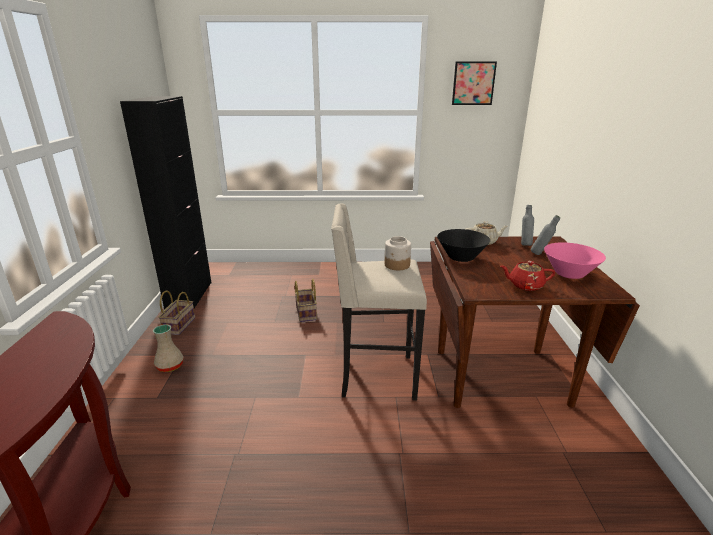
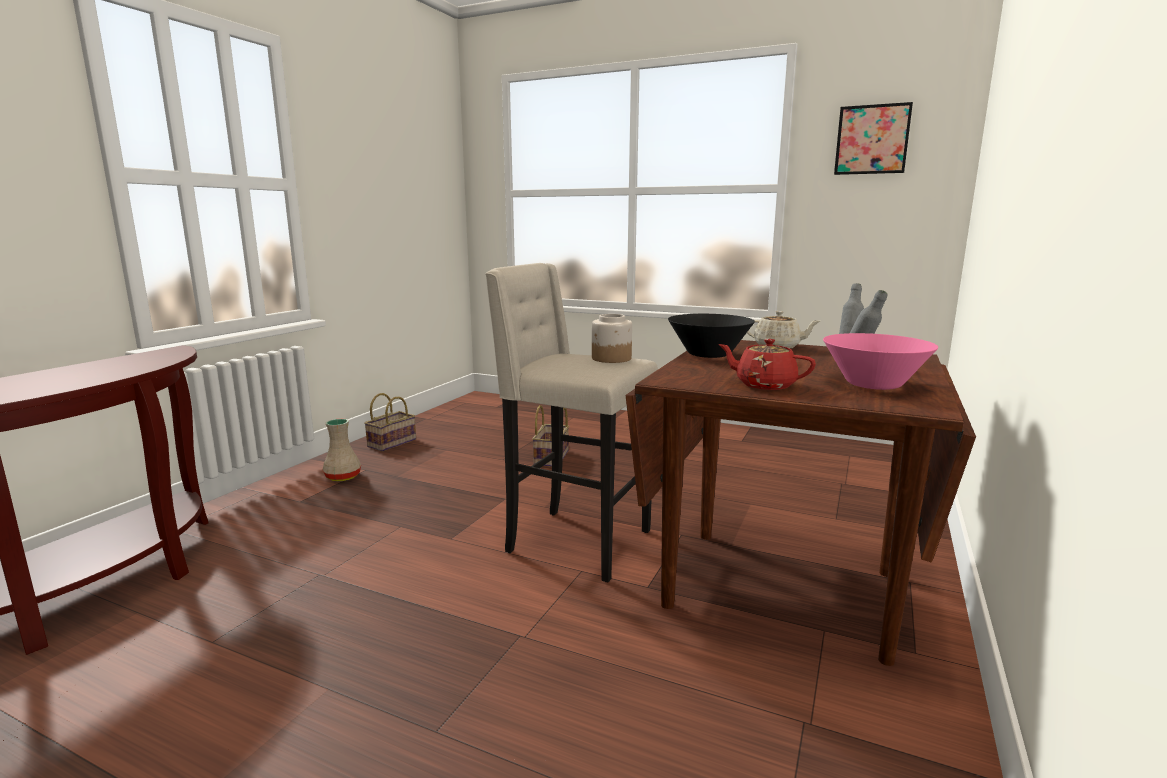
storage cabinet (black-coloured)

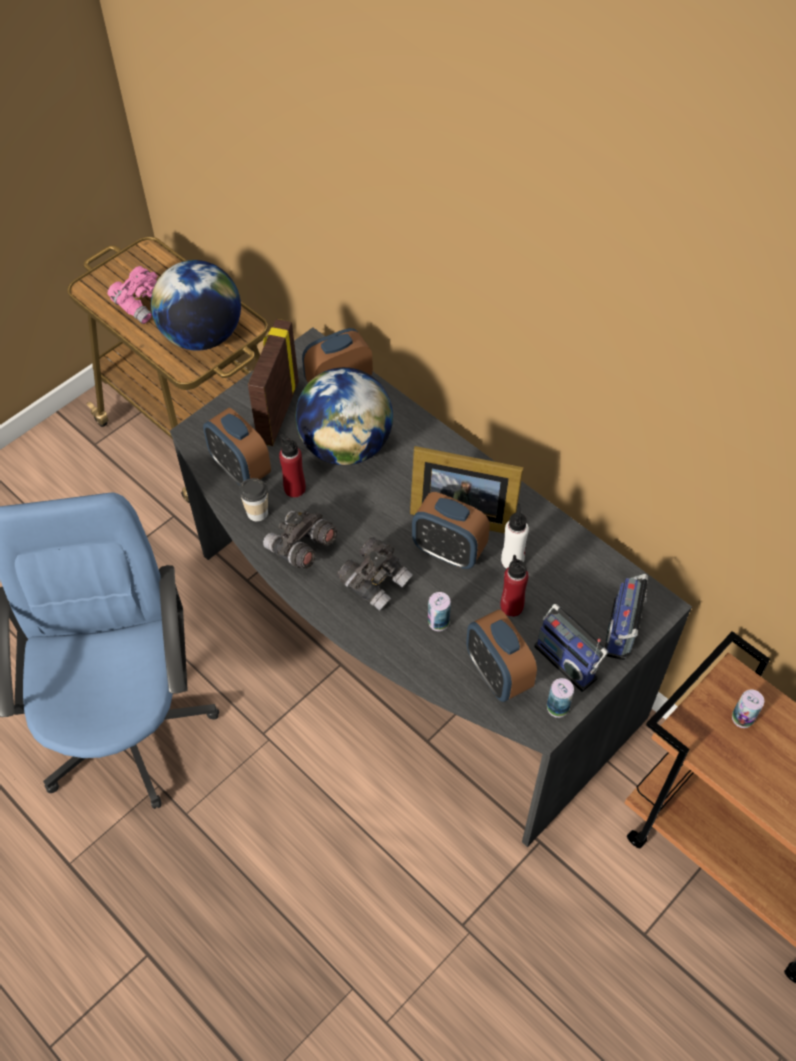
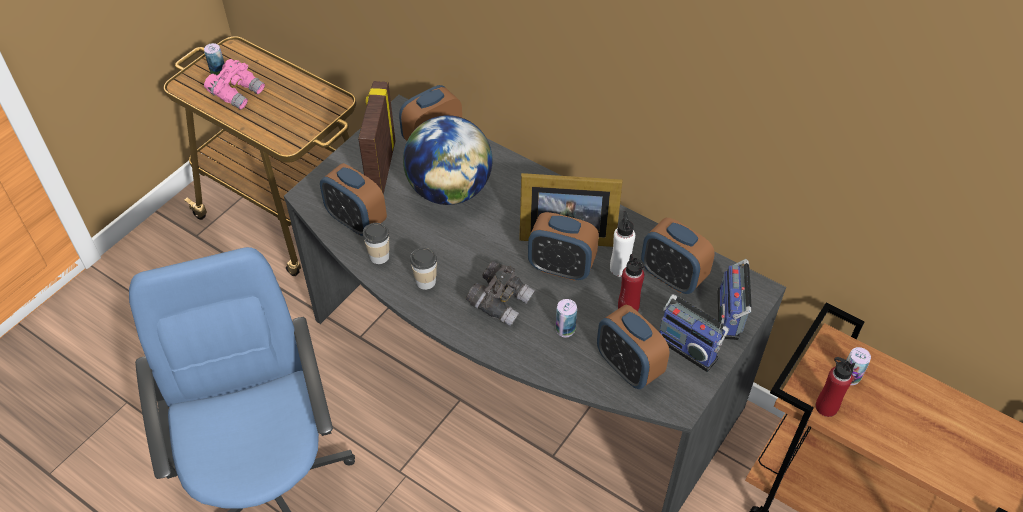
metal can (no. 1 from left); small cup (no. 2 from left); table clock (no. 5 from left); beverage bottle (reddish) (no. 2 from left); globe (no. 1 from left in the first image)

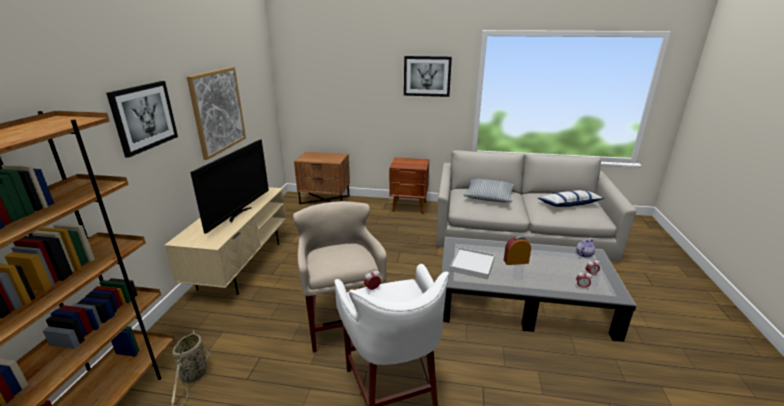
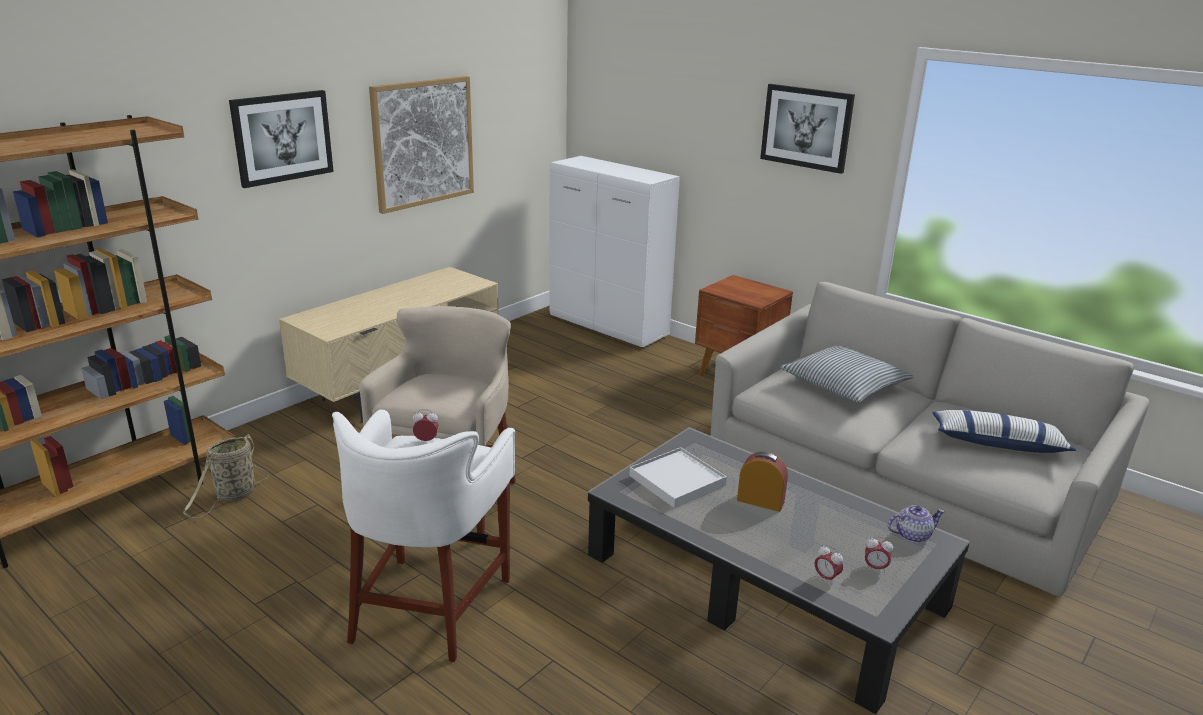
storage cabinet (whitish); TV set

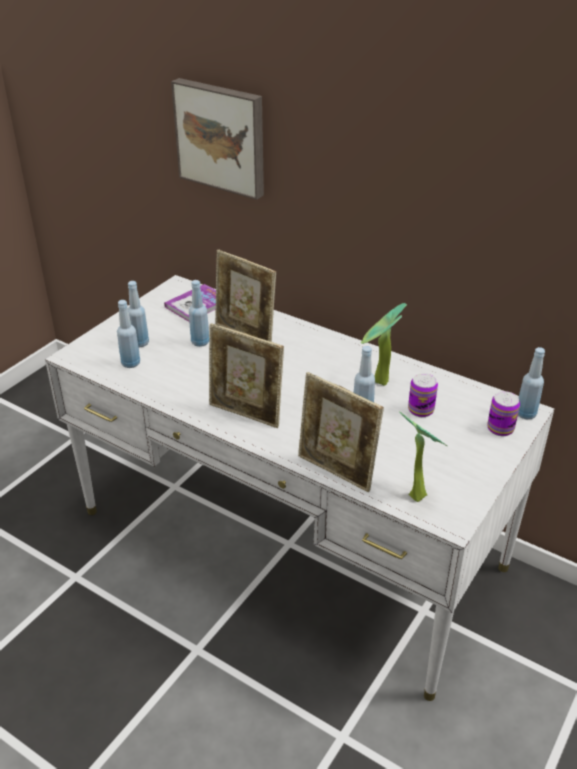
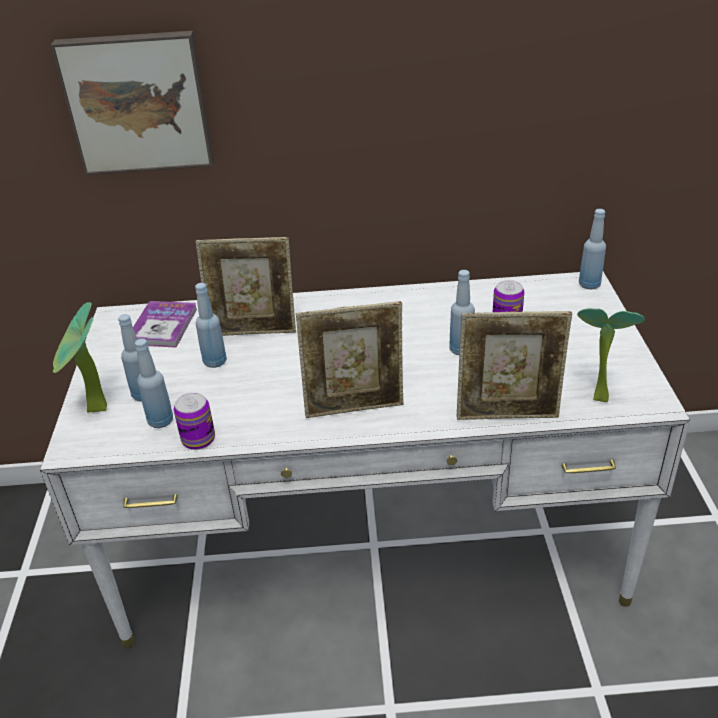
potted plant (no. 1 from left); metal can (no. 1 from left)

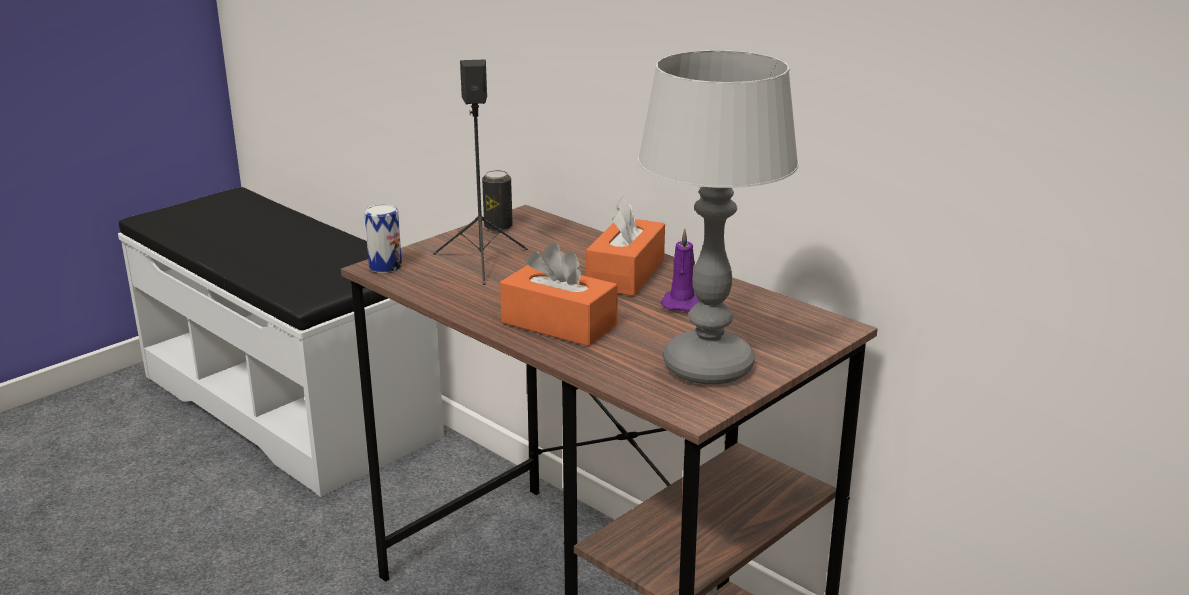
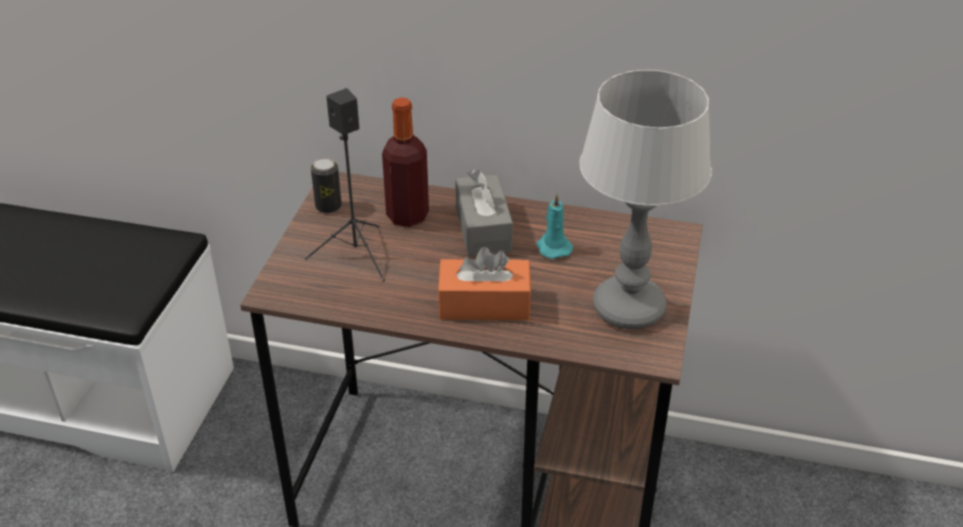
beverage bottle; tissue holder (grey); wax light (turquoise-coloured); metal can (no. 1 from left in the first image)

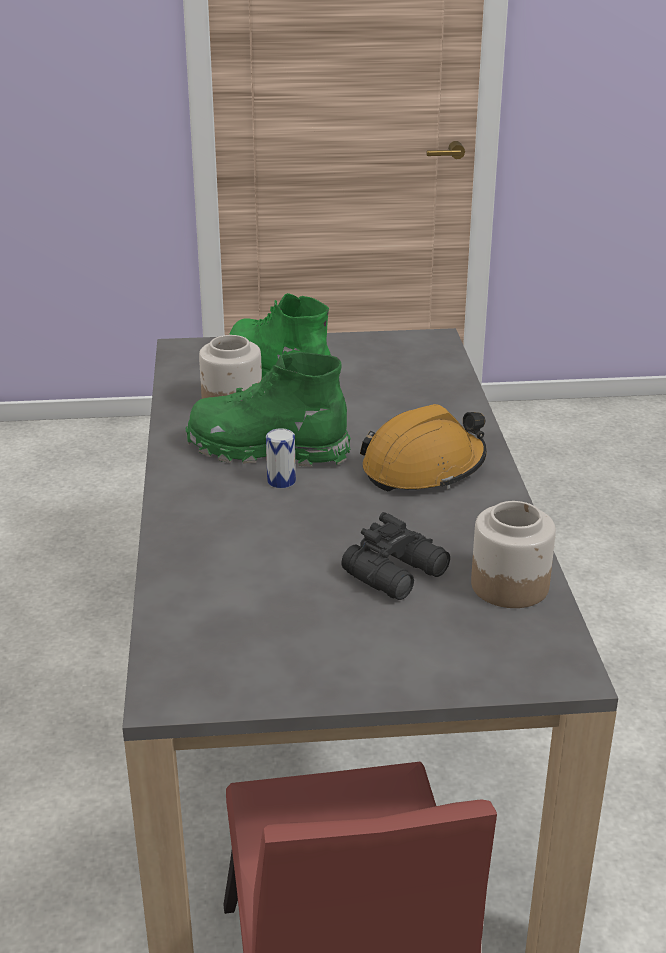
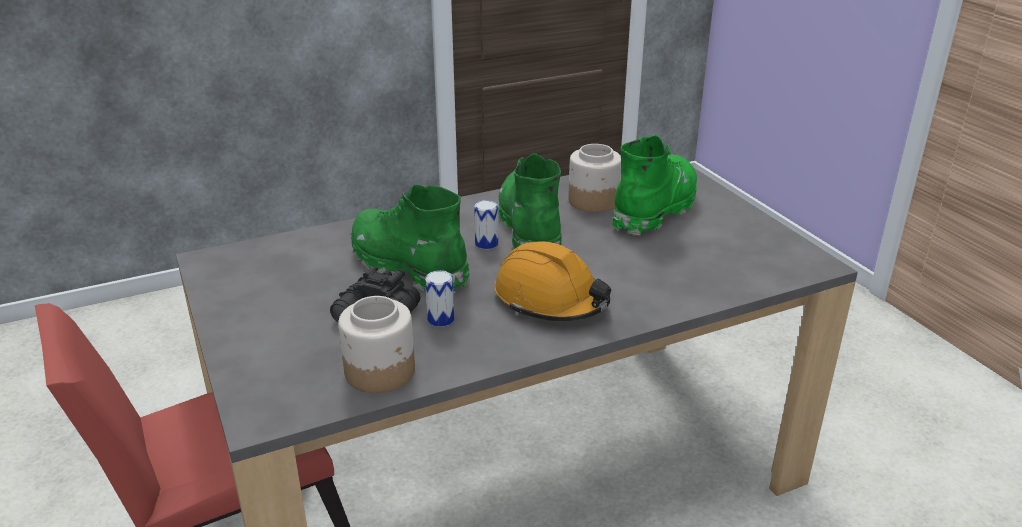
high-top boot (green-coloured) (no. 1 from left); metal can (no. 1 from left)

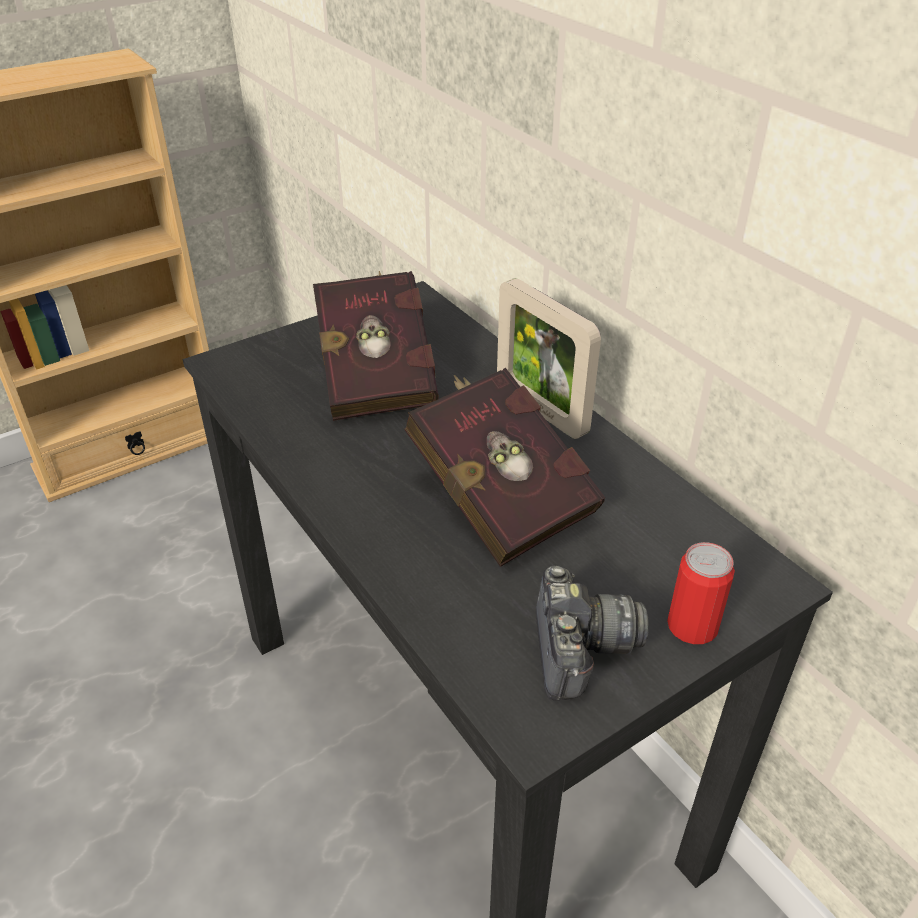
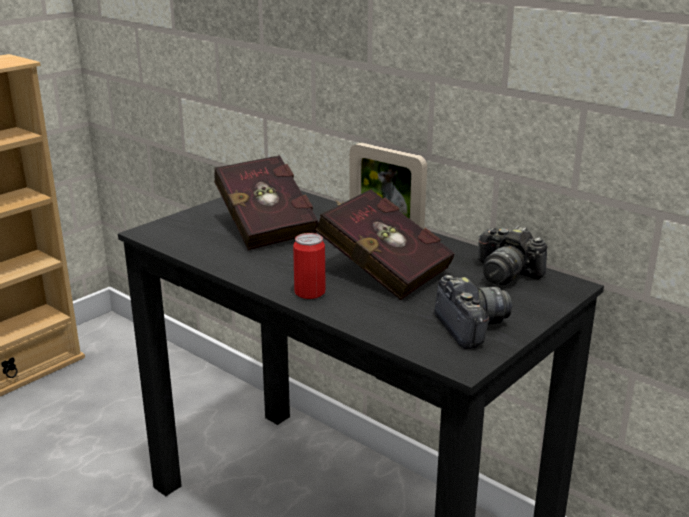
metal can; photo camera (no. 2 from left)

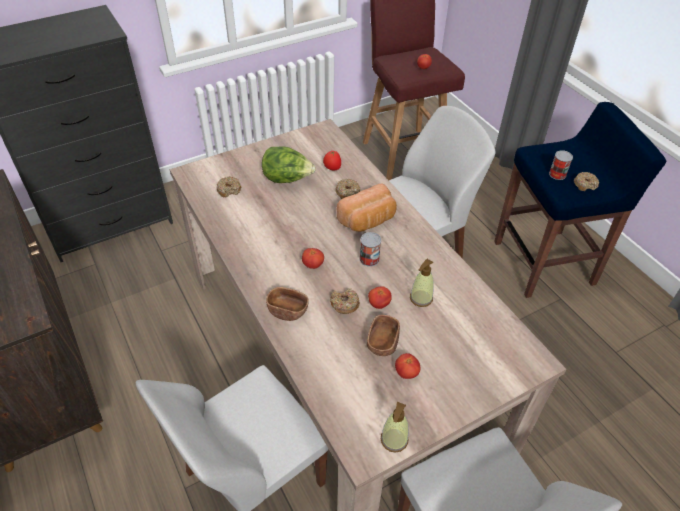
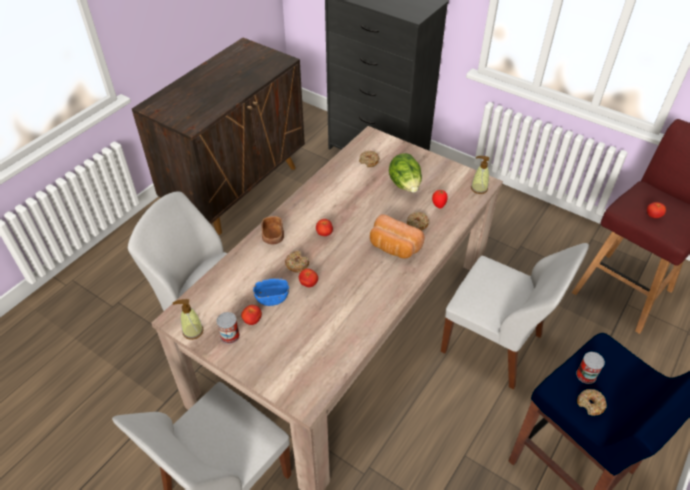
metal can (no. 1 from left); deep dish (bluish); liquid soap bottle (no. 2 from left)

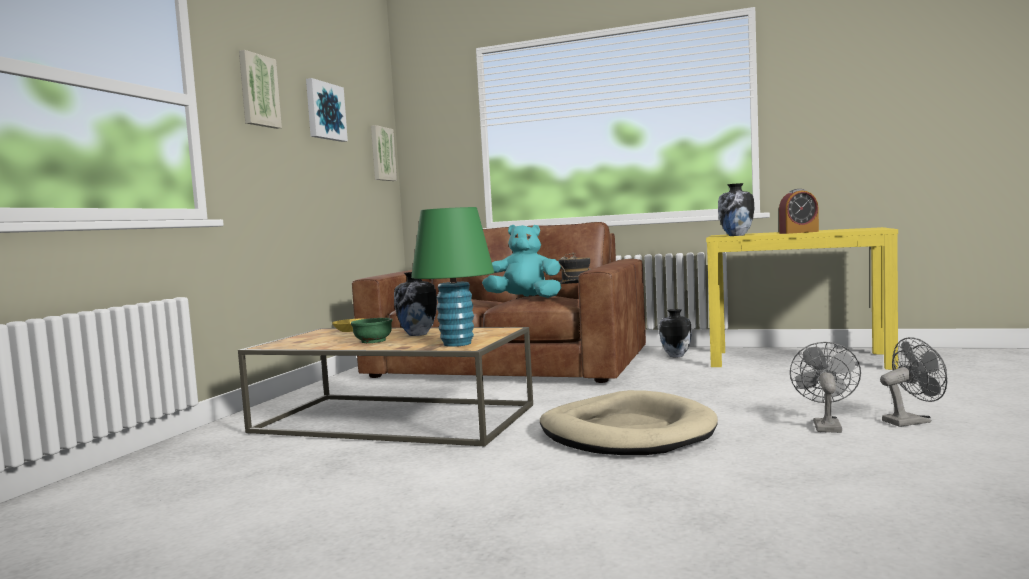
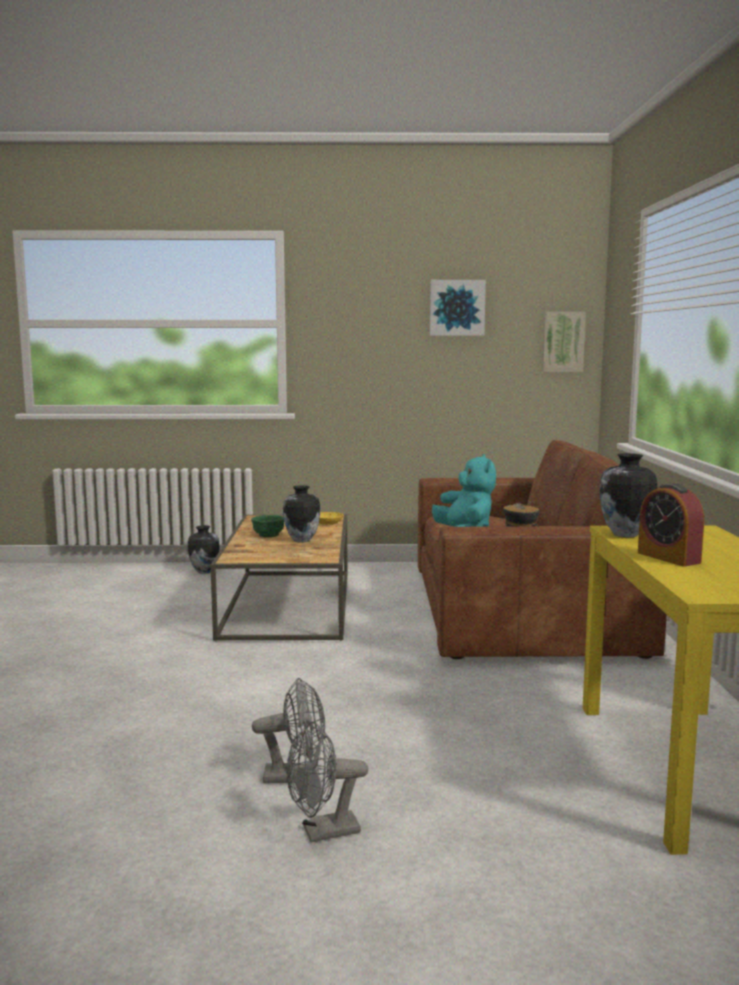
flower vase (no. 1 from left); fan (grey) (no. 2 from left); picture (no. 1 from left in the first image); table lamp (green-coloured); dog bed (beige)

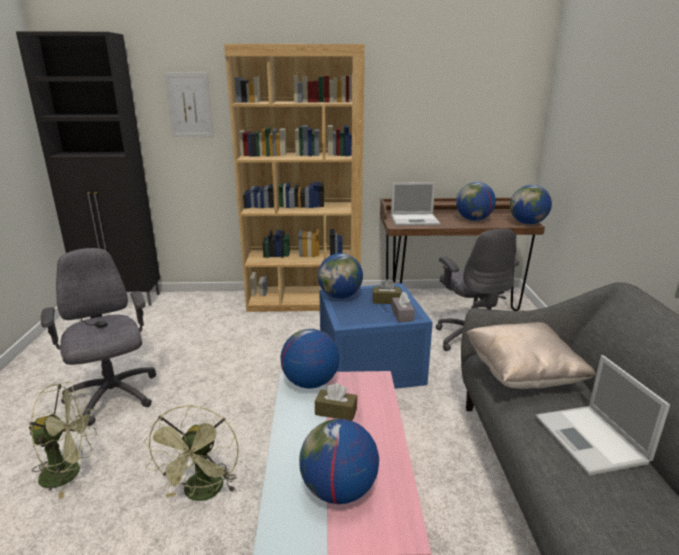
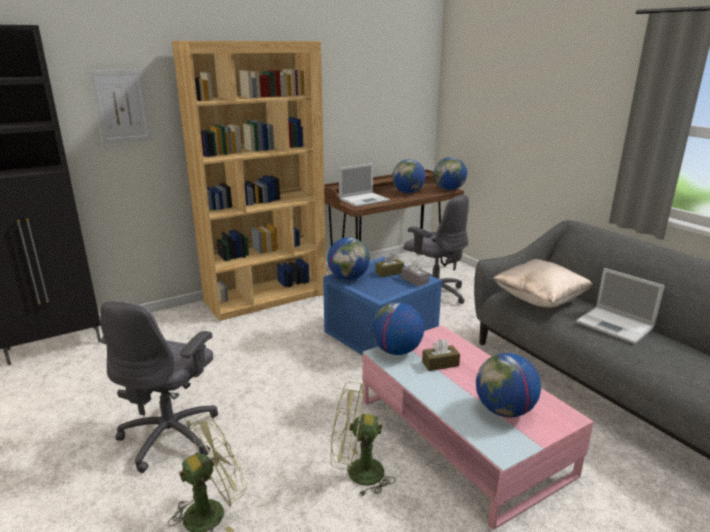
computer chair (grey) (no. 1 from left); fan (green-coloured) (no. 2 from left)

